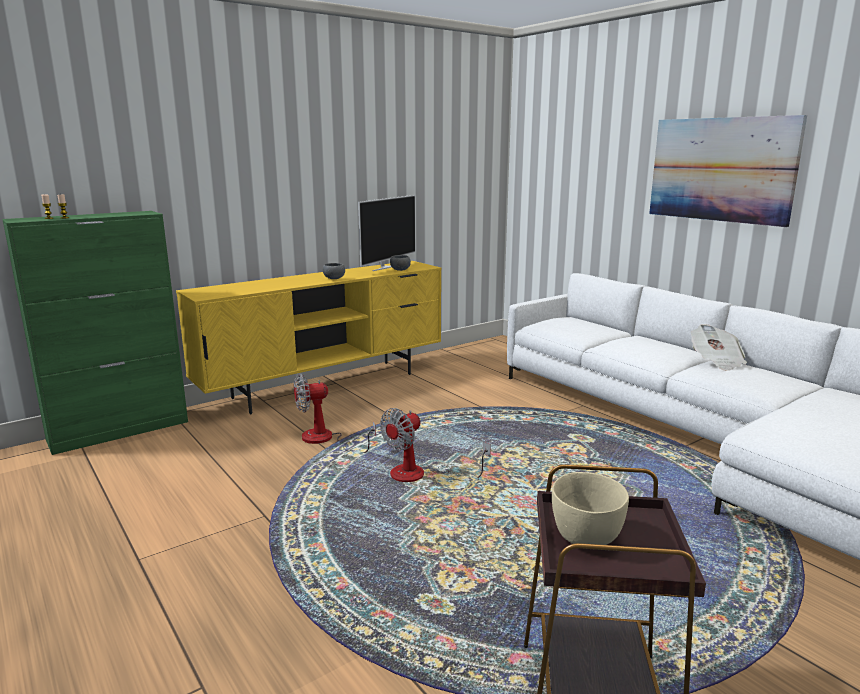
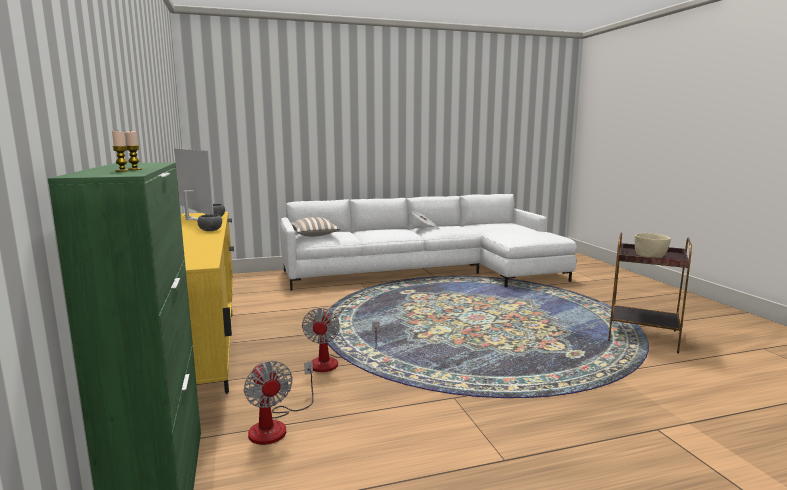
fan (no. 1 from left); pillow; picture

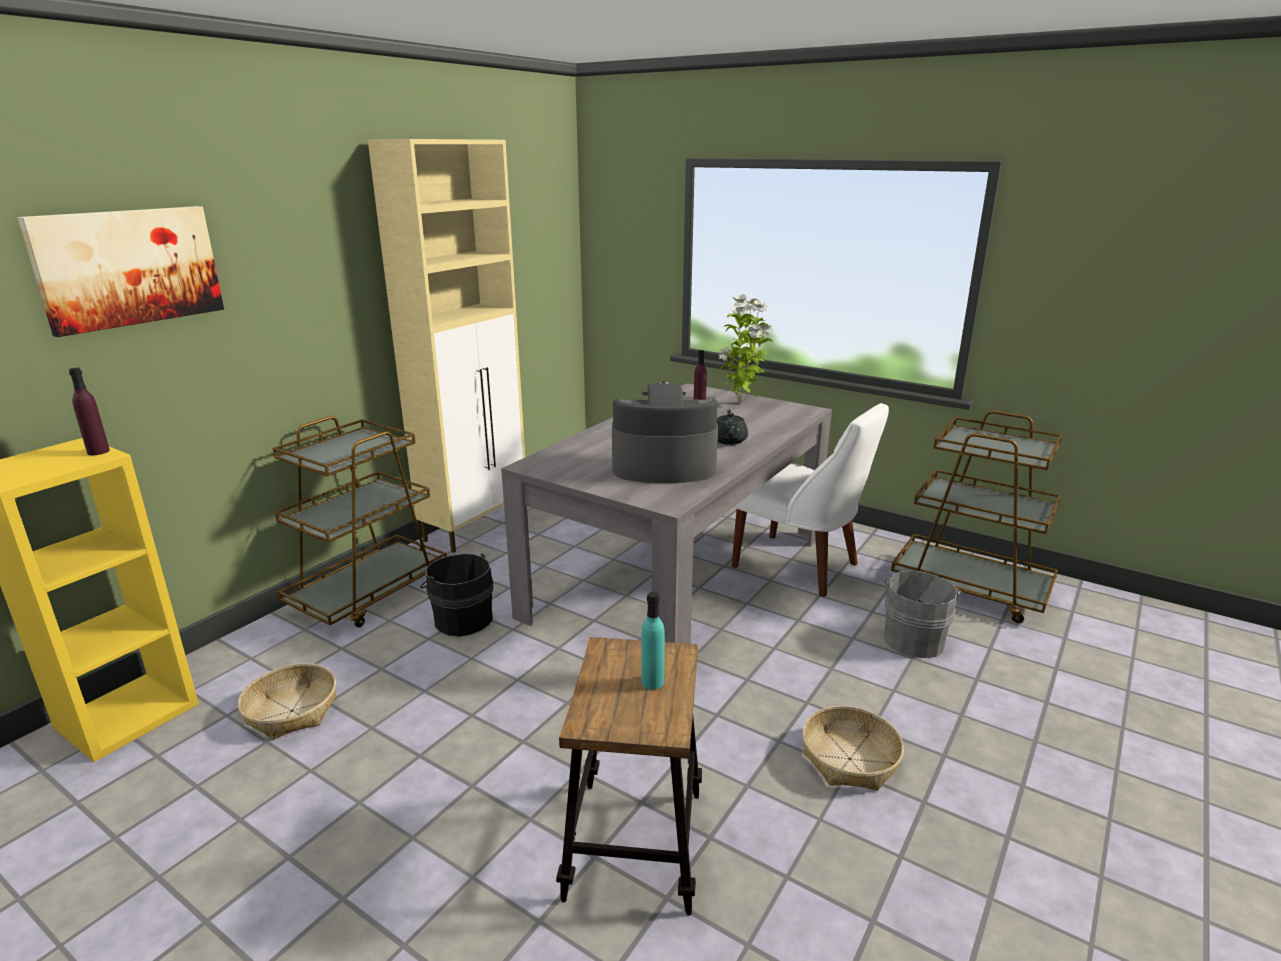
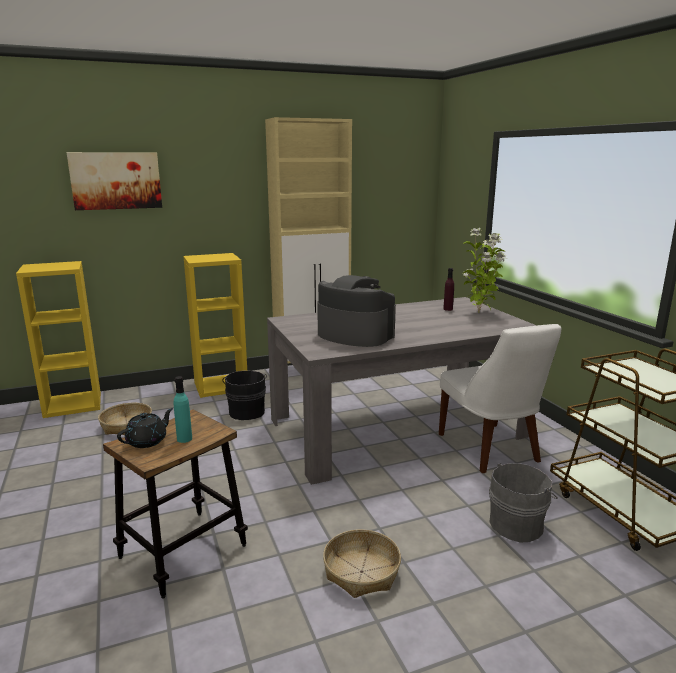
teapot (black-coloured); shelving unit (yellow-coloured) (no. 2 from left); beverage bottle (purple-coloured) (no. 1 from left in the first image)

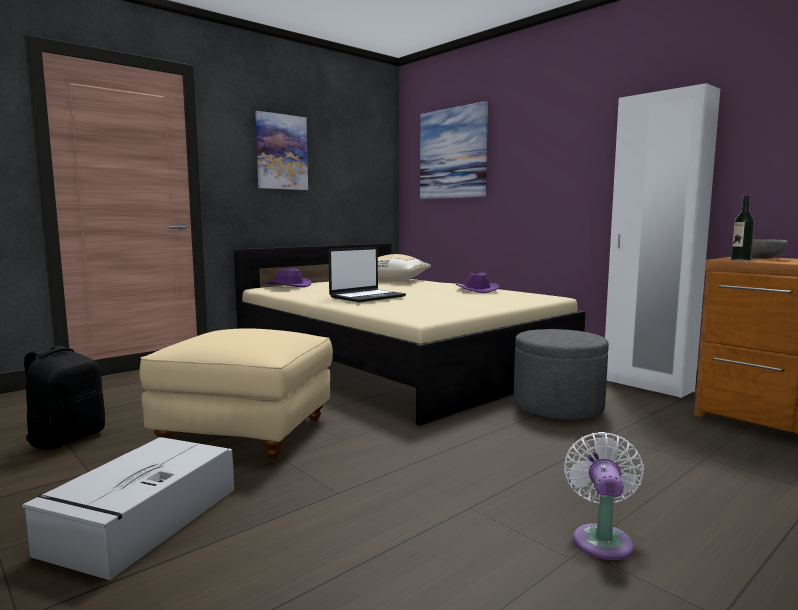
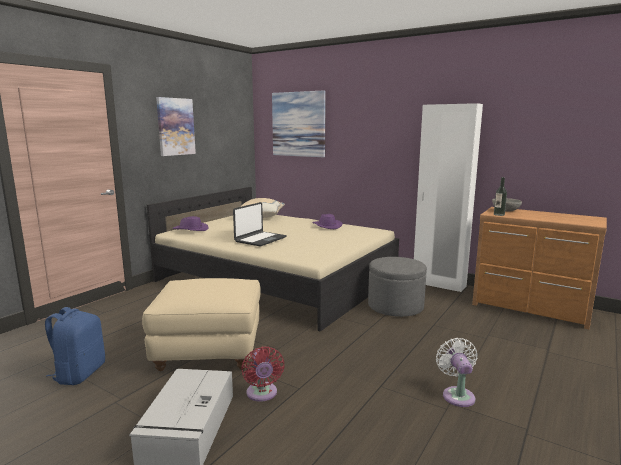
backpack (bluish); fan (reddish)

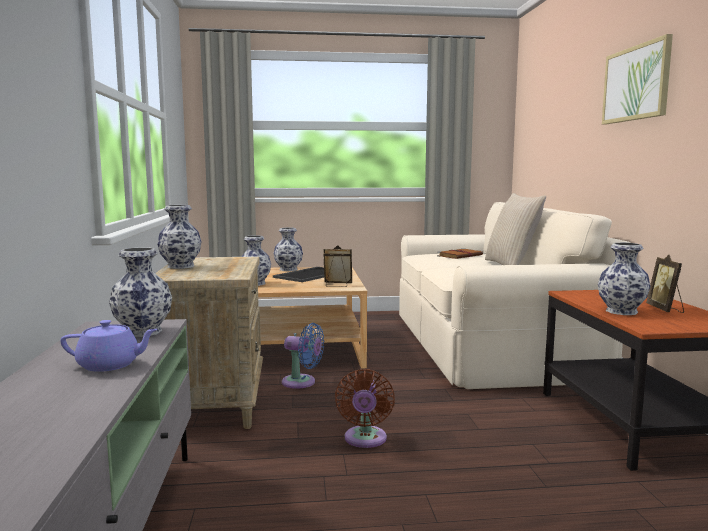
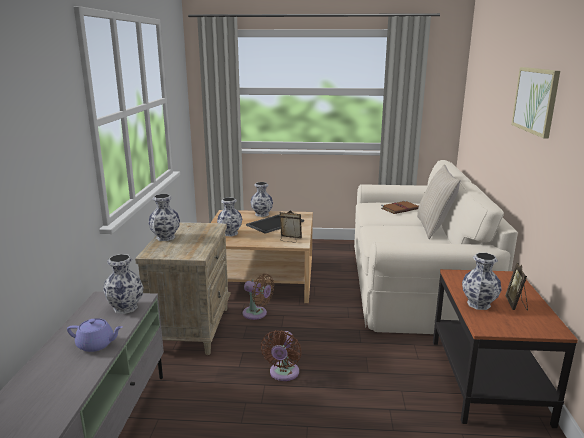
fan (brown-coloured) (no. 1 from left)

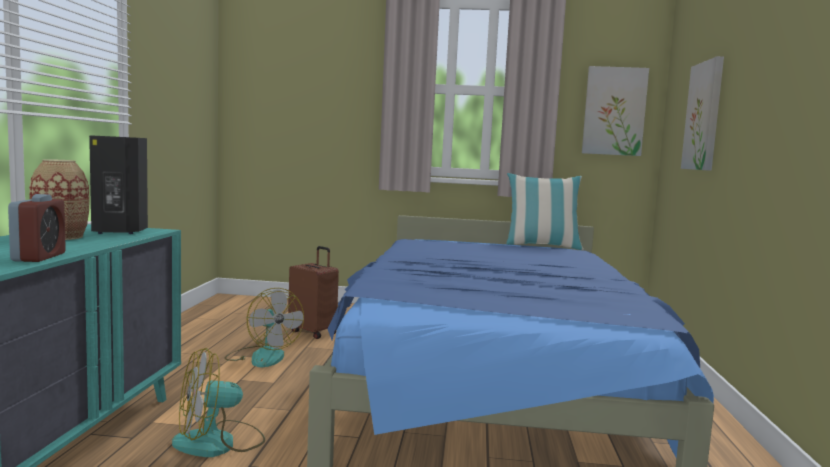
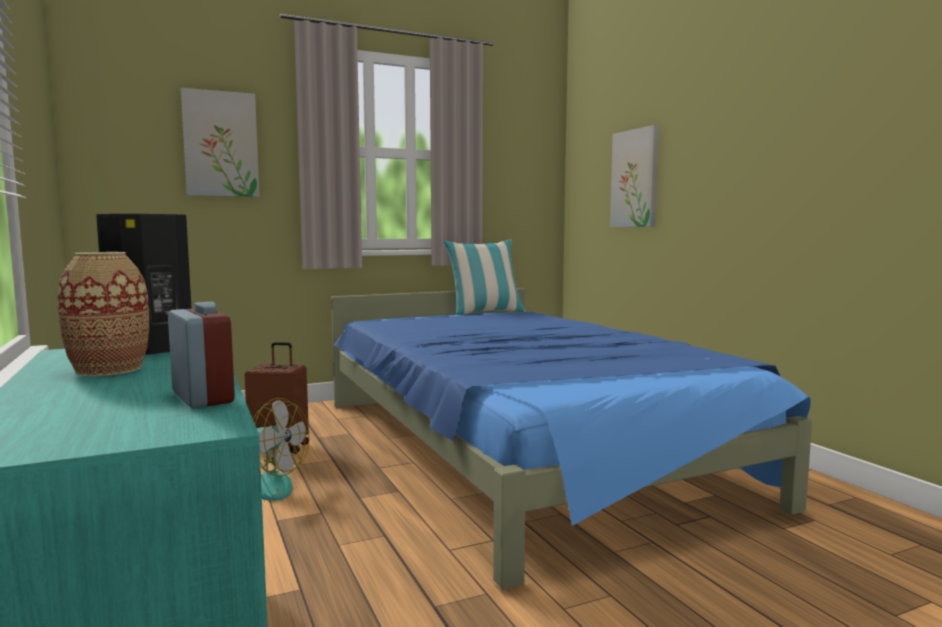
picture (no. 1 from left); fan (no. 1 from left in the first image)

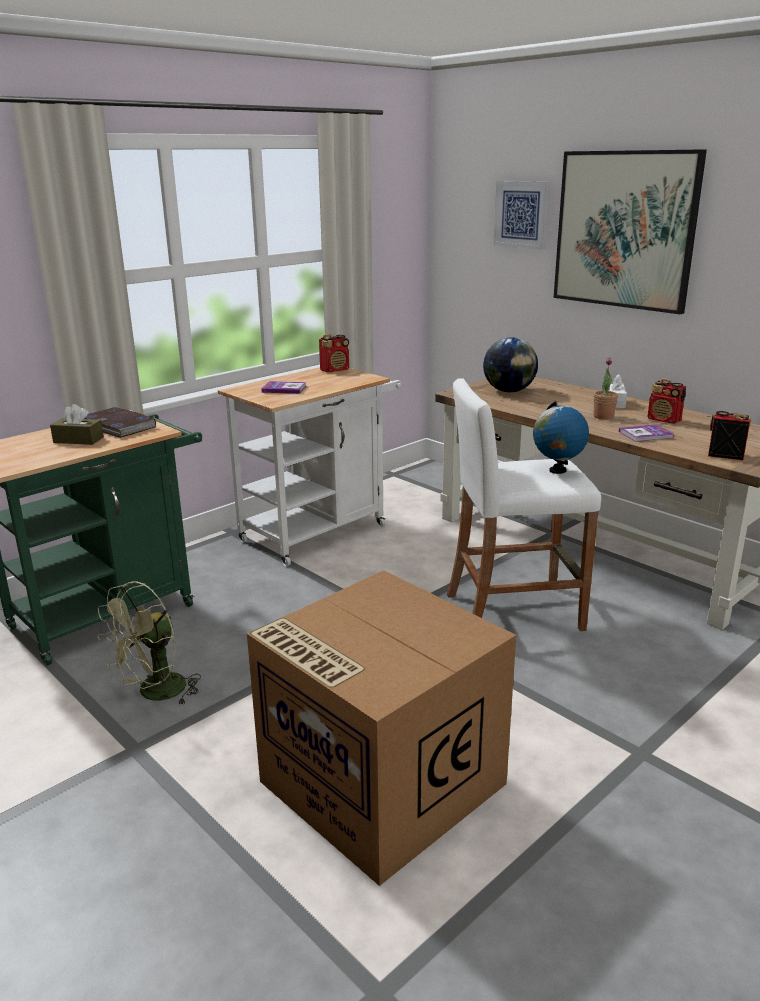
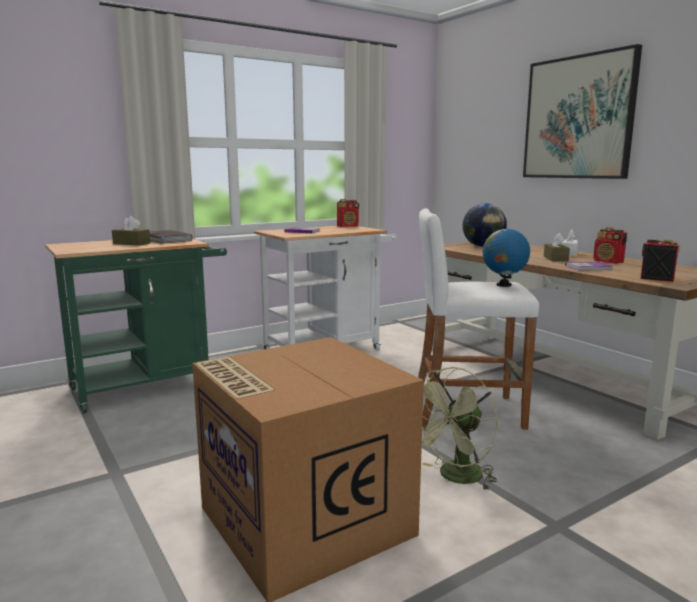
fan (green-coloured); tissue holder (brown-coloured) (no. 2 from left); picture (no. 1 from left in the first image)

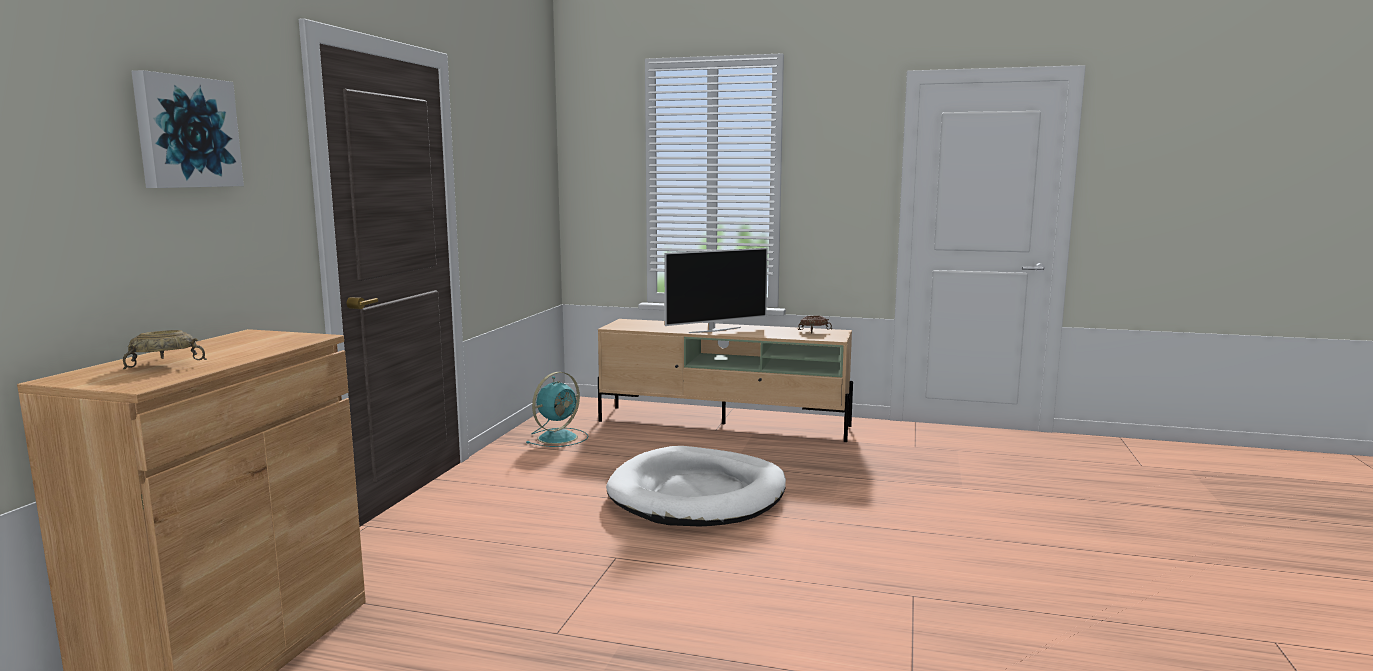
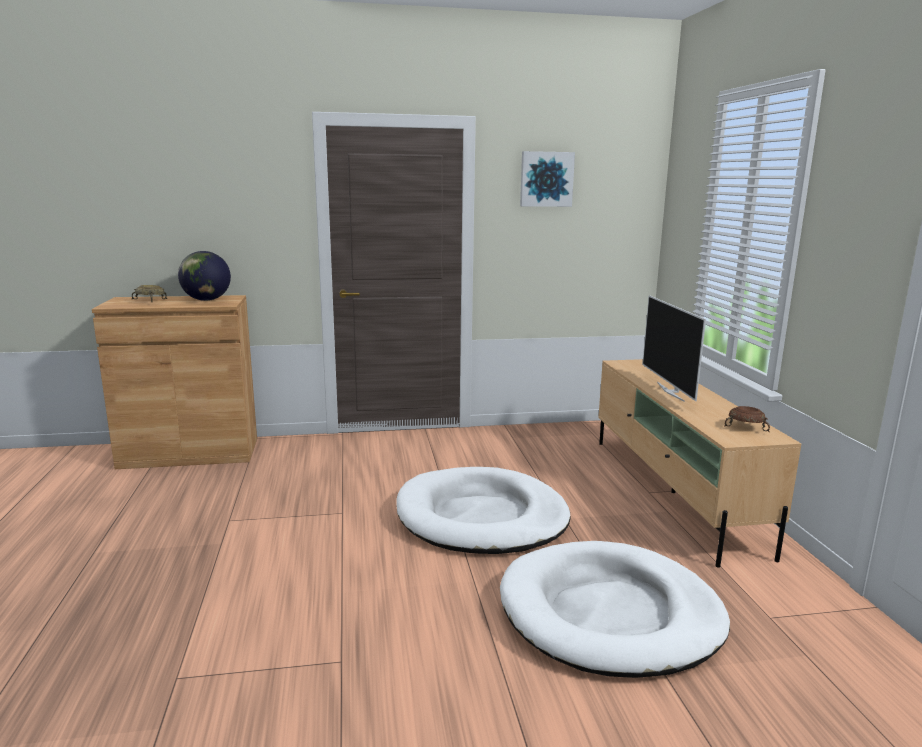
globe; dog bed (whitish) (no. 2 from left); picture; TV set; fan (turquoise-coloured)

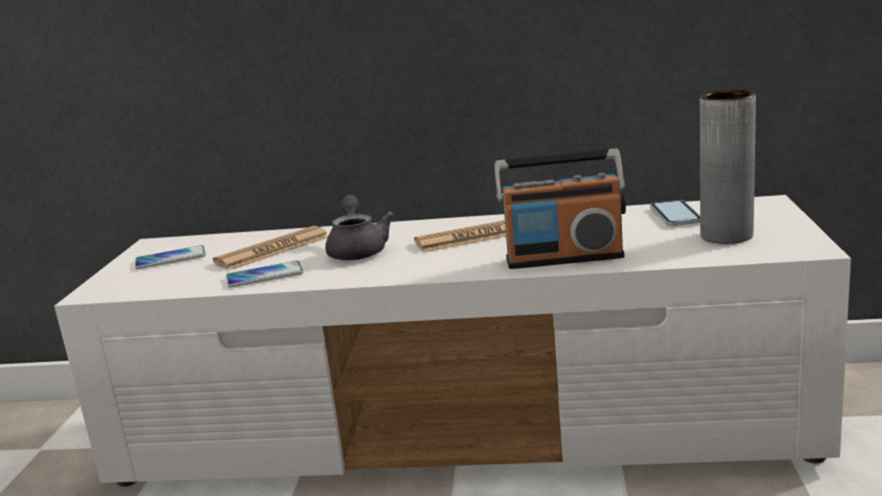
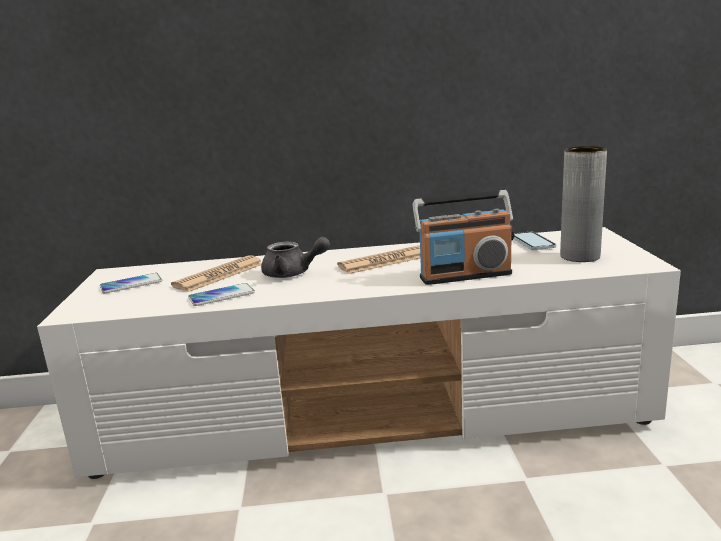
teapot (grey)

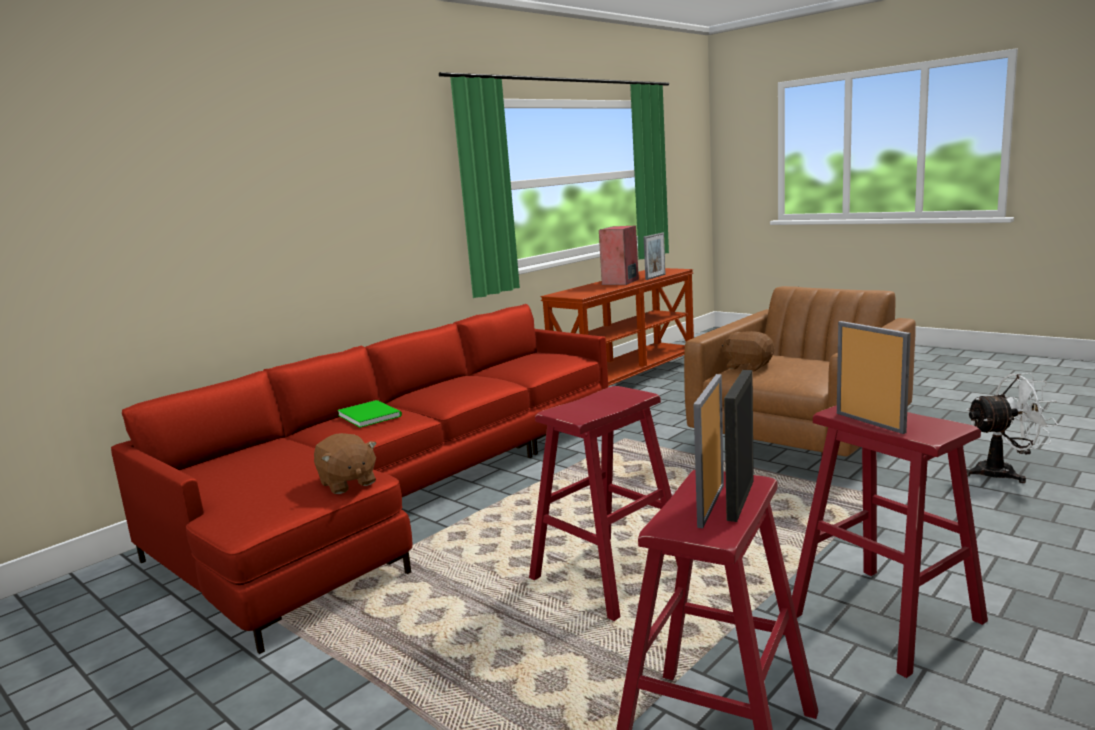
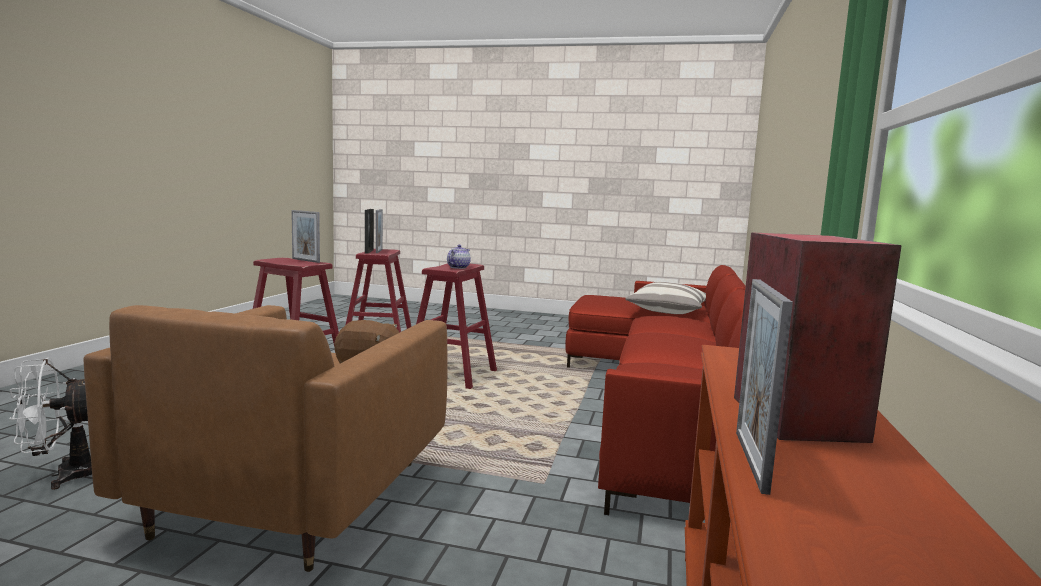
teapot; pillow; soft toy (brown-coloured) (no. 1 from left in the first image); volume (green-coloured)

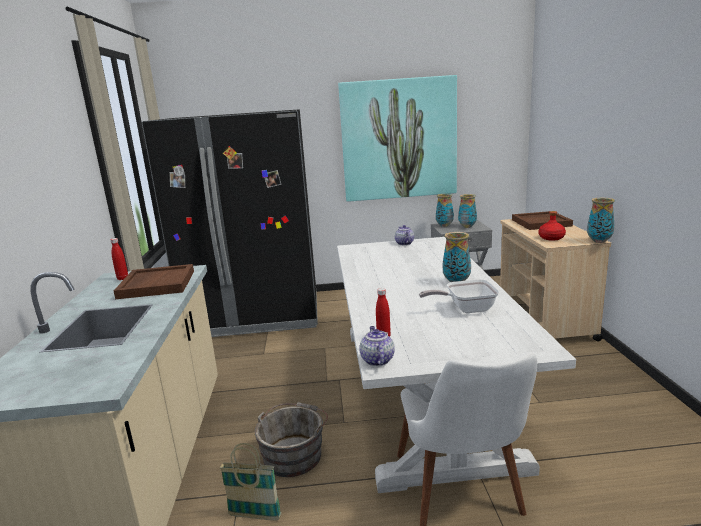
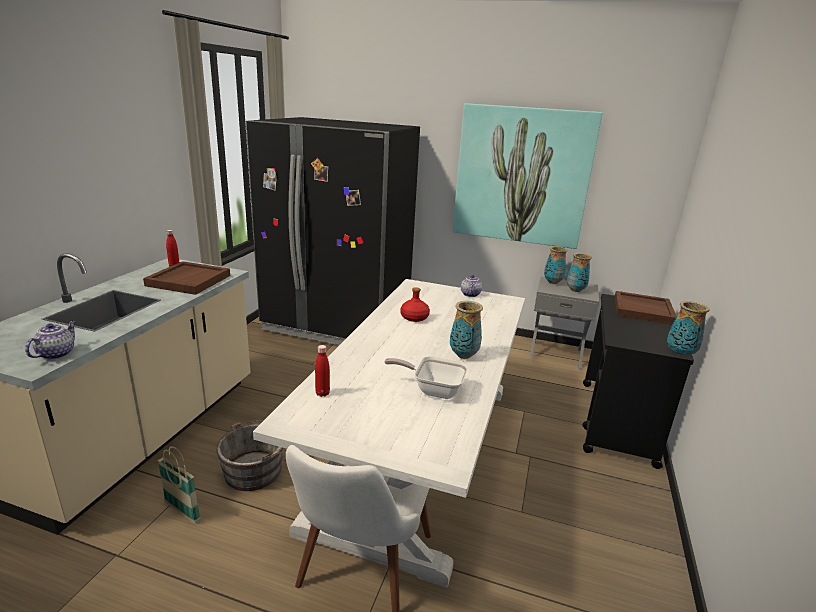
teapot (no. 1 from left); beverage bottle (reddish) (no. 3 from left); trolley (black-coloured)

